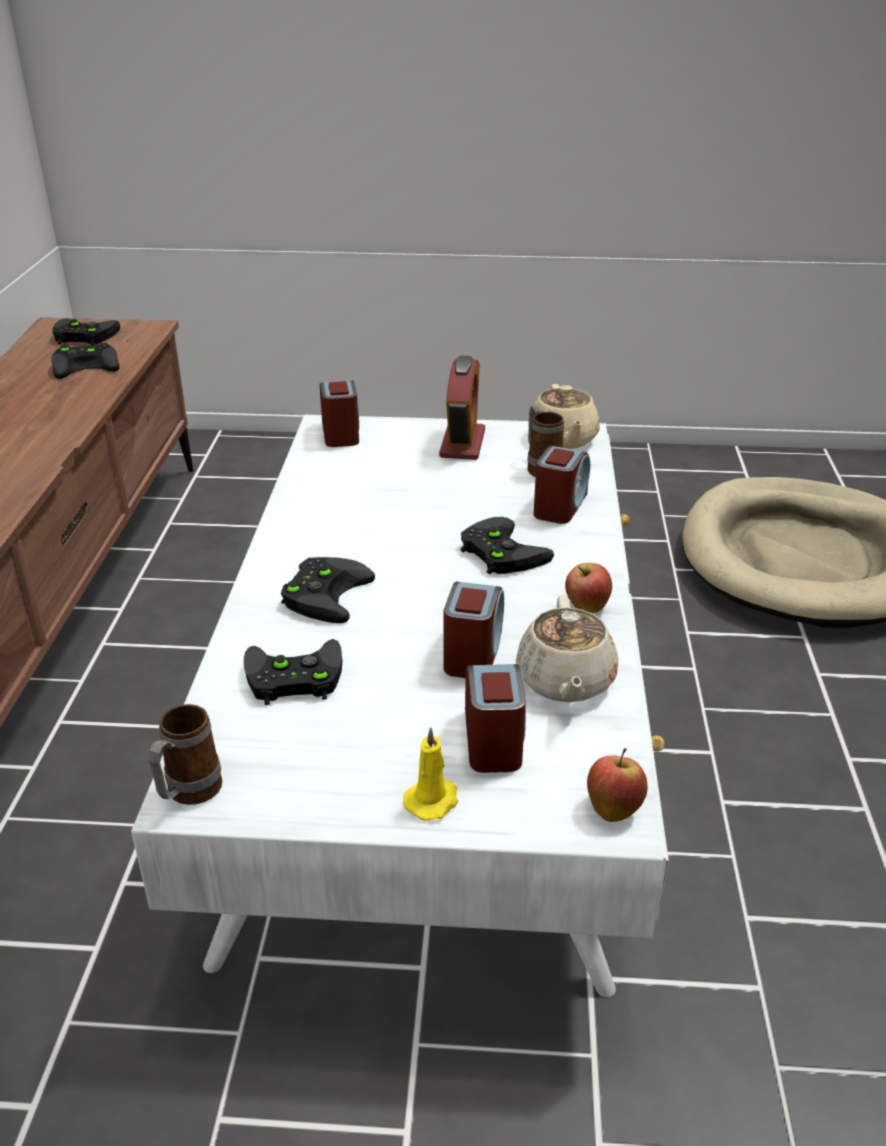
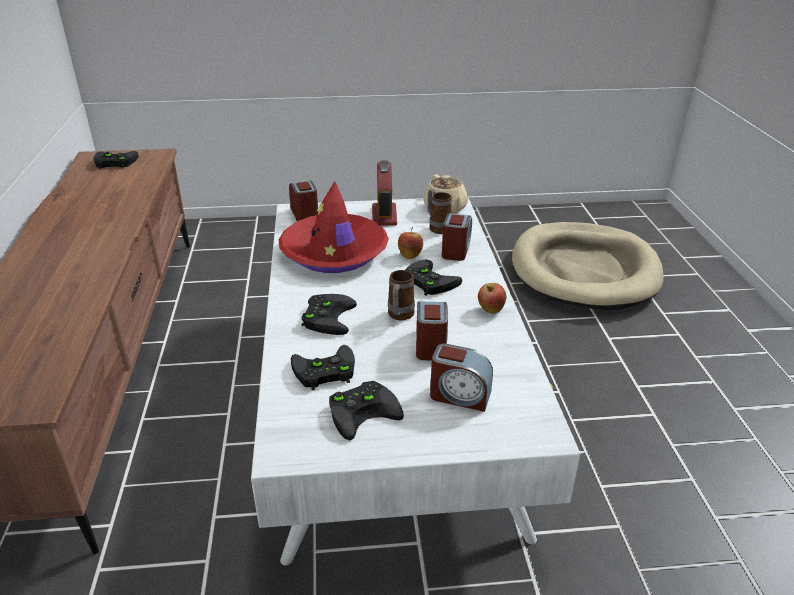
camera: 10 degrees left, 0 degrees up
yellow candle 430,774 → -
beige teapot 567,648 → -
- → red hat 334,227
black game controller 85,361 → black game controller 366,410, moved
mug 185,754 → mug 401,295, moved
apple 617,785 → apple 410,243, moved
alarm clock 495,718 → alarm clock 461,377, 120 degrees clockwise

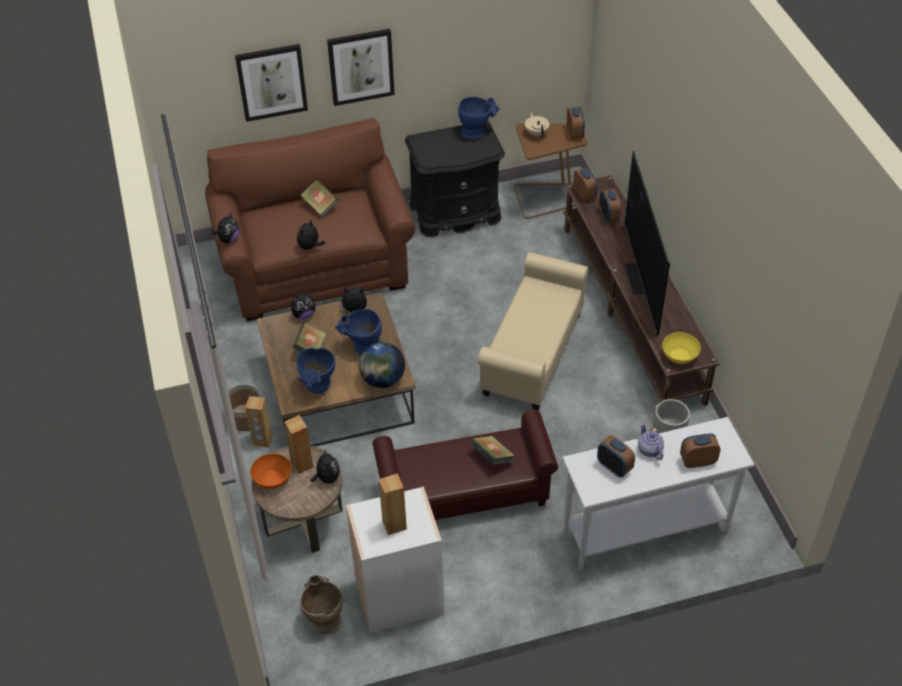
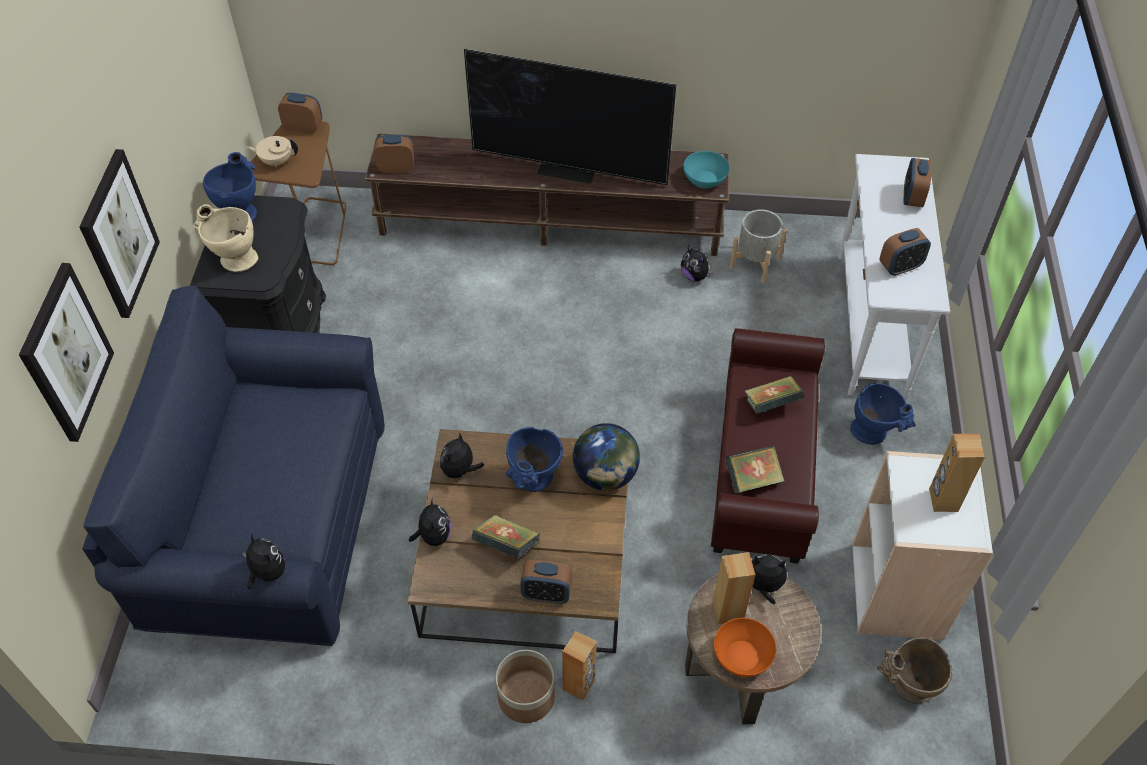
camera: 70 degrees left, 5 degrees up
beige ottoman 533,331 → -
teapot 651,441 → -
- → beige vase 226,238
blue vase 315,370 → blue vase 883,414, moved
plush toy 311,234 → plush toy 697,263, moved
book 319,198 → book 754,470, moved
alarm clock 610,206 → alarm clock 546,582, moved
brown sofa 310,219 → blue sofa 233,466
yellow bowl 681,348 → turquoise bowl 706,170

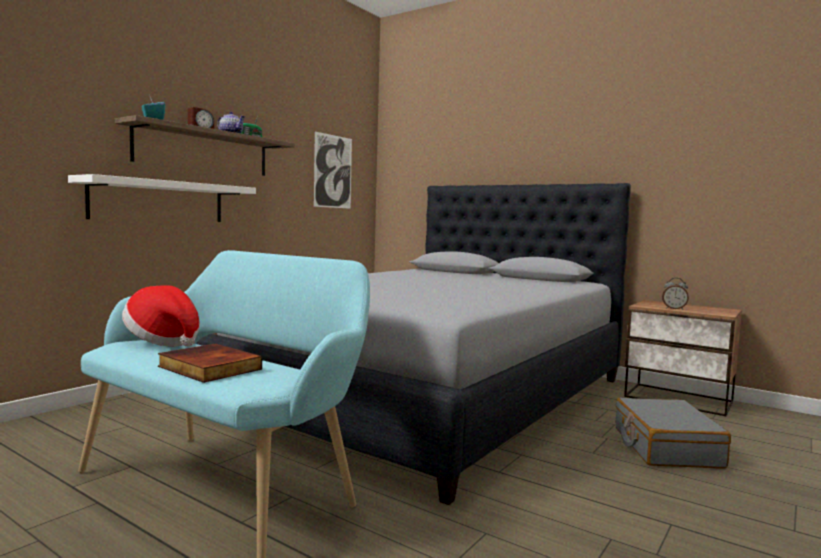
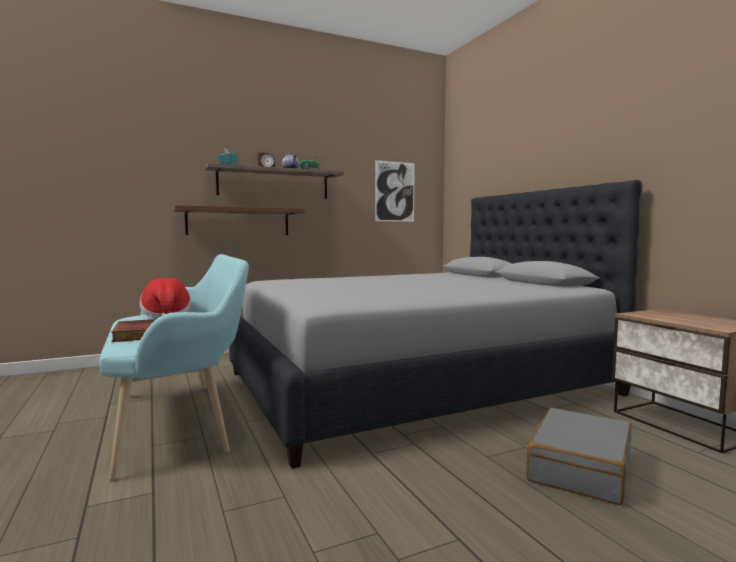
camera: 30 degrees right, 0 degrees up
alarm clock 675,294 → -
white shelf 162,198 → brown shelf 239,220

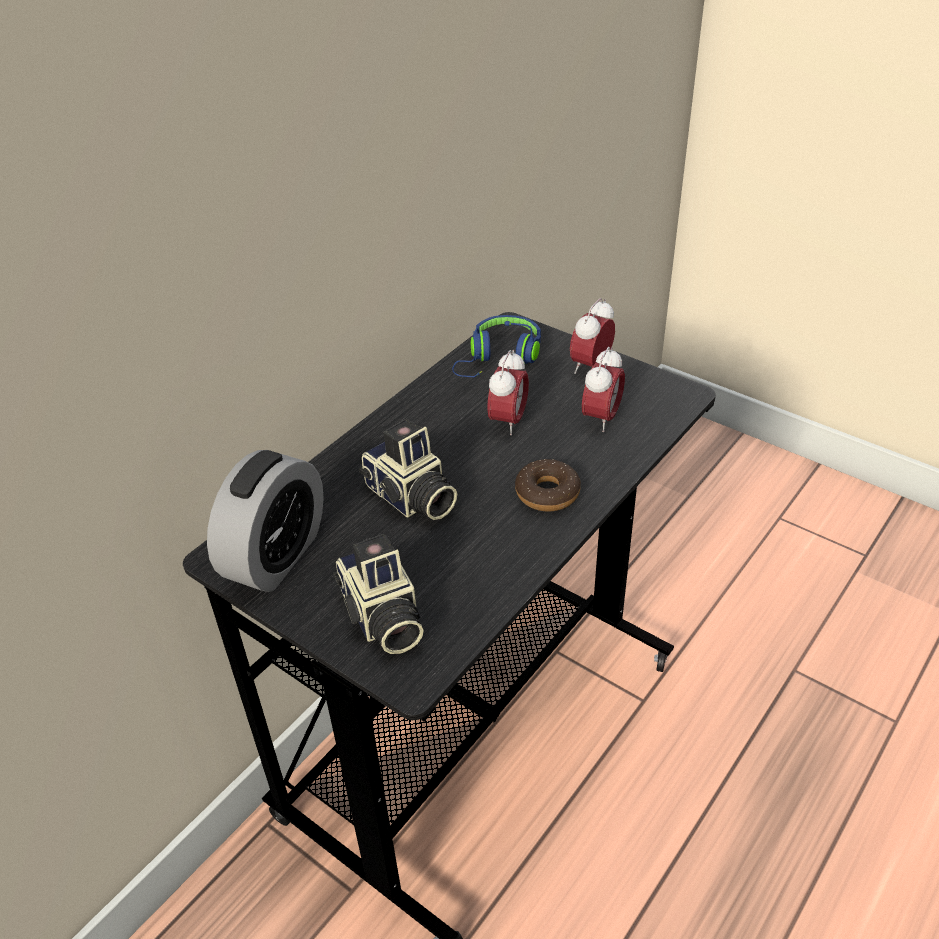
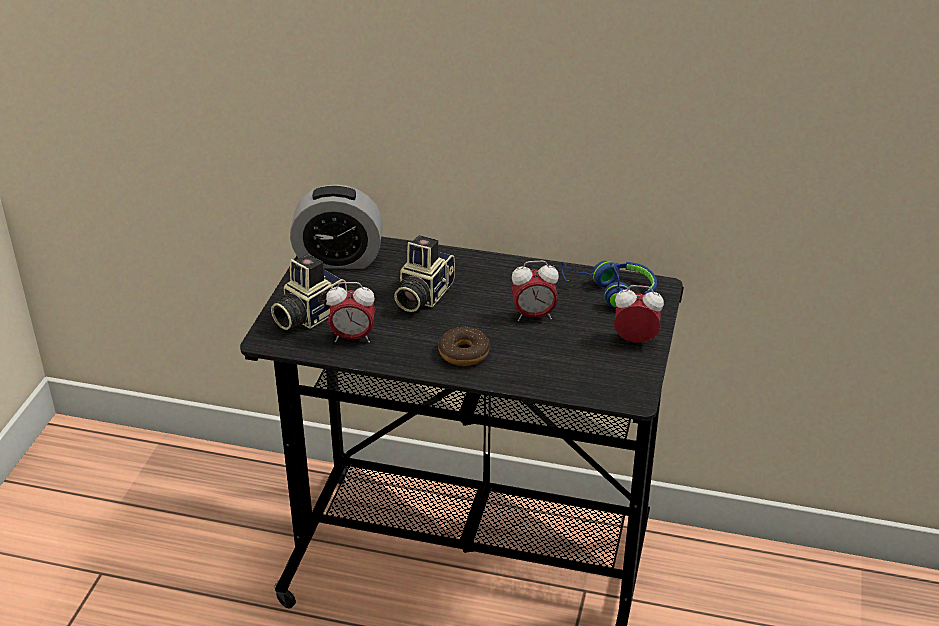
camera: 65 degrees right, 5 degrees down
alarm clock 603,390 → alarm clock 350,312, moved

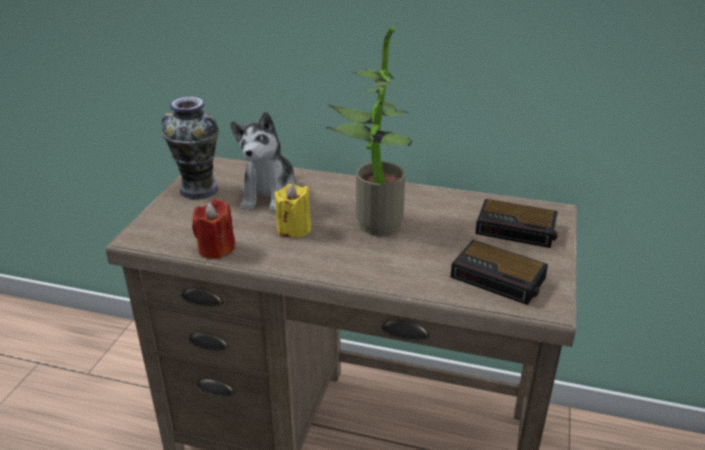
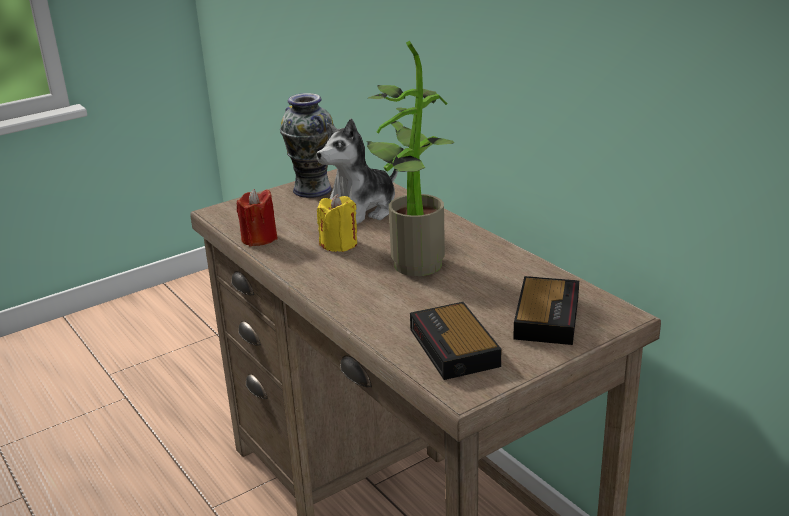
camera: 40 degrees right, 5 degrees down
alarm clock 516,223 → alarm clock 546,310, 135 degrees counterclockwise

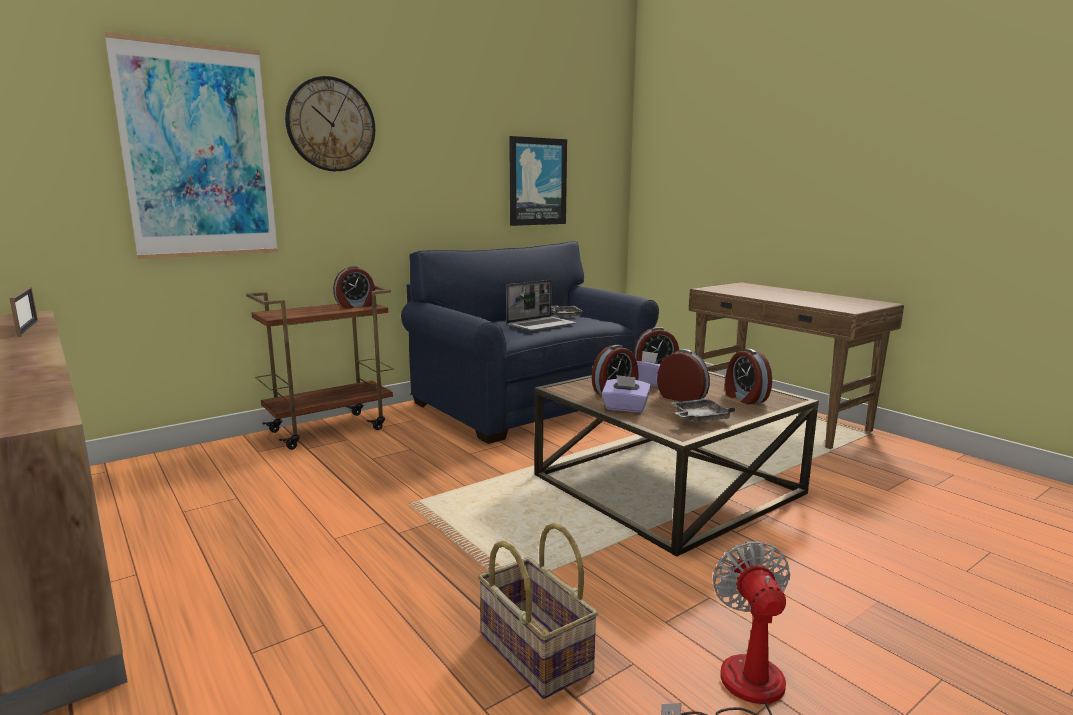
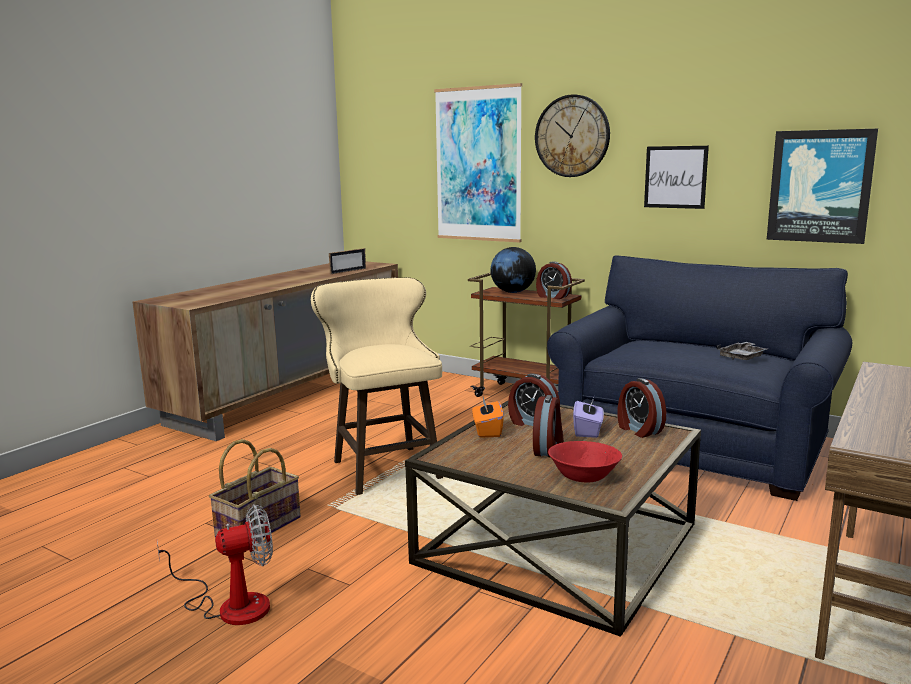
camera: 70 degrees right, 0 degrees up
laptop 541,306 → -
grey tray 703,410 → -
- → beige stool 377,386
- → globe 513,270
- → picture 676,177
alarm clock 748,376 → red bowl 585,461
purple tissue box 626,394 → orange tissue box 488,417

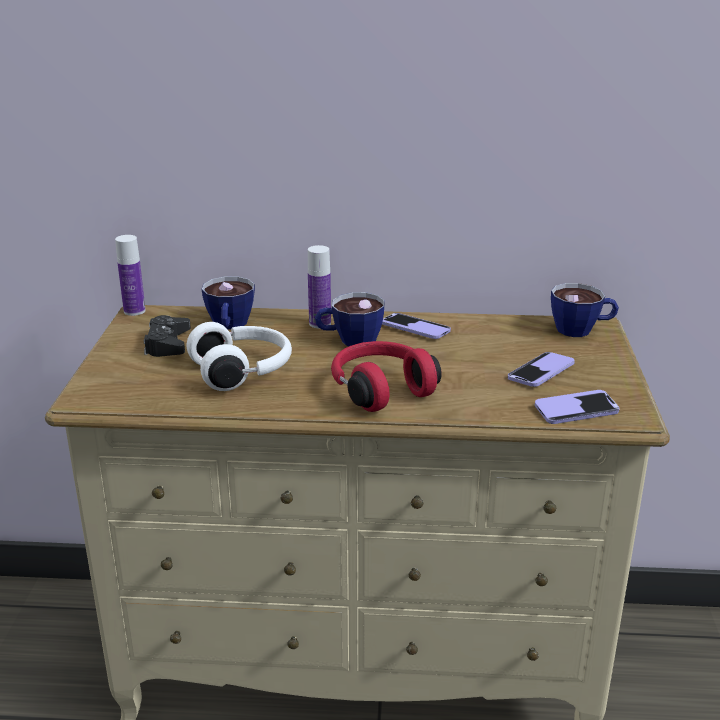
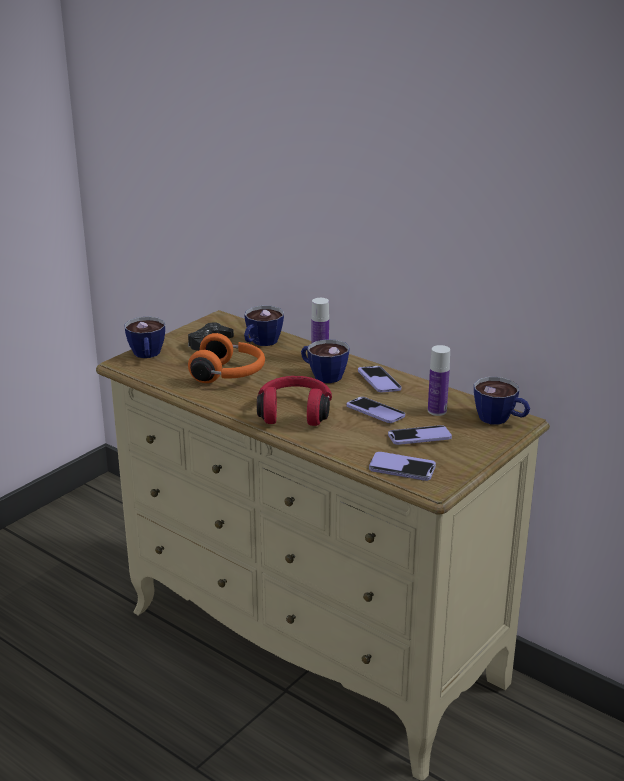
camera: 35 degrees right, 0 degrees up
- → cup 144,337
- → phone 375,410
bottle 130,275 → bottle 439,380, moved
white headphones 239,356 → orange headphones 226,358

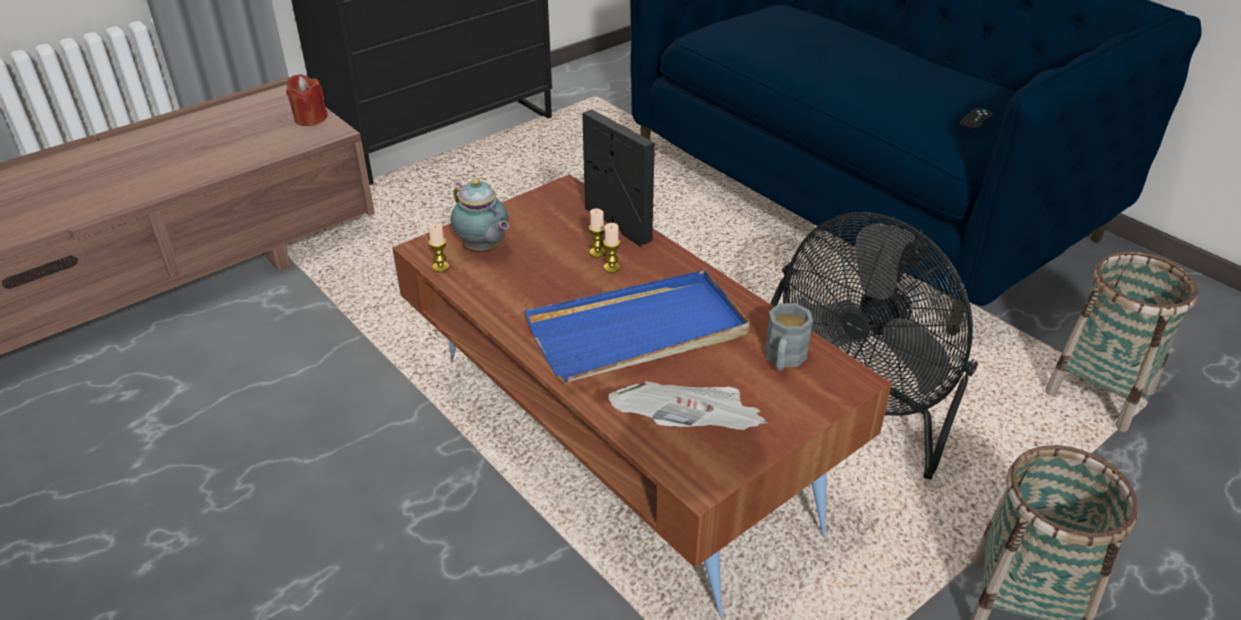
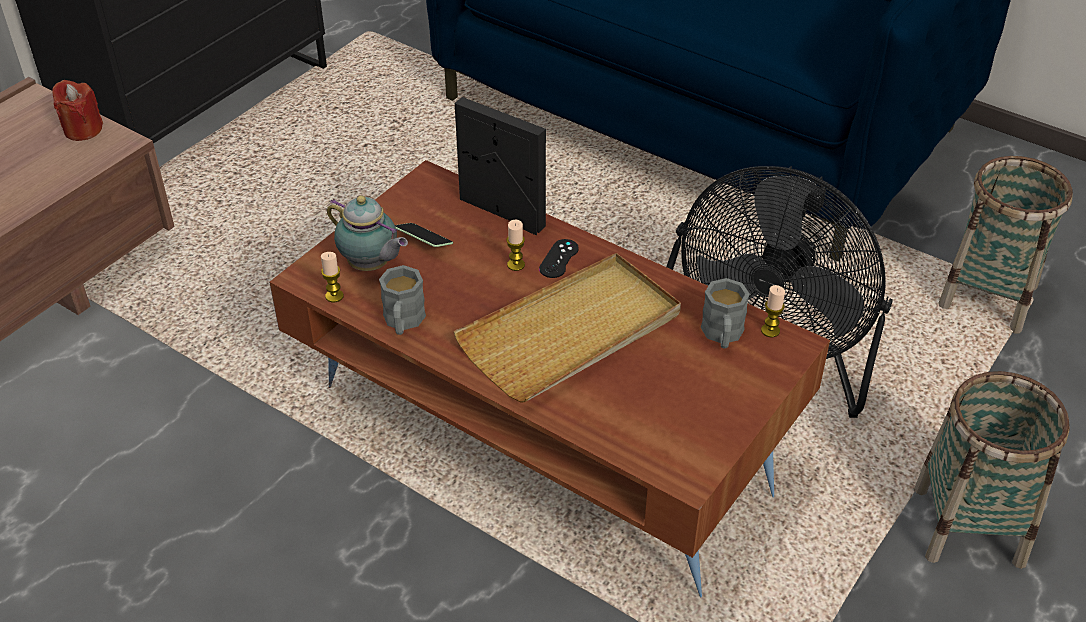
camera: 15 degrees left, 5 degrees up
newspaper 688,405 → -
- → grey mug 402,300
- → phone 424,235
candle 597,233 → candle 773,311, moved
black game controller 976,118 → black game controller 559,258, moved
blue tray 637,326 → beige tray 567,327

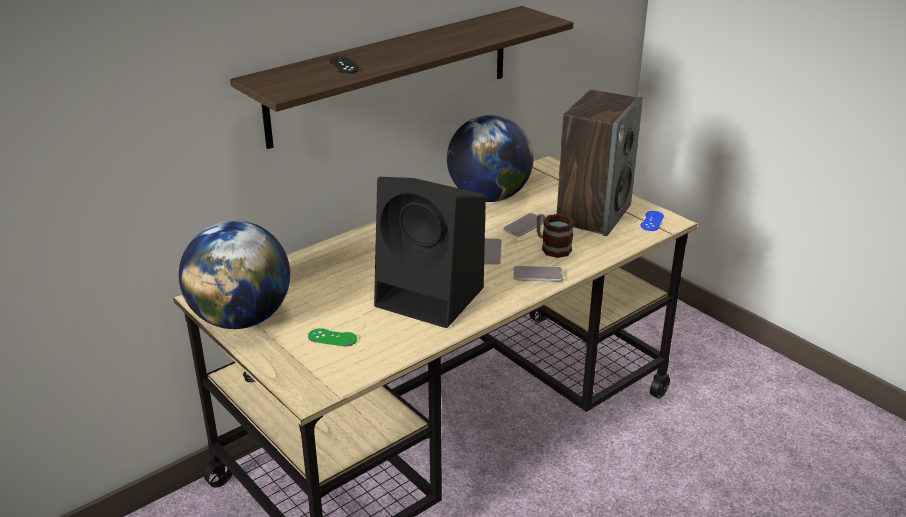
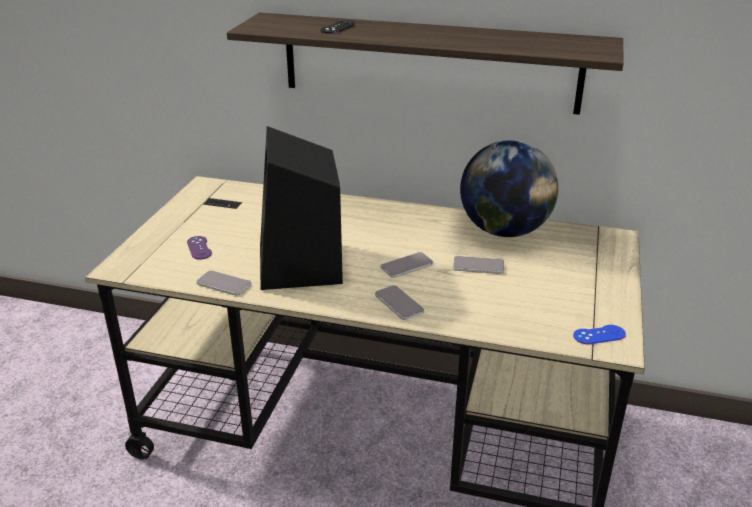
camera: 55 degrees right, 0 degrees up
globe 234,274 → -
mug 555,236 → -
speaker 600,162 → -
- → phone 224,283
green game controller 332,337 → purple game controller 199,247

